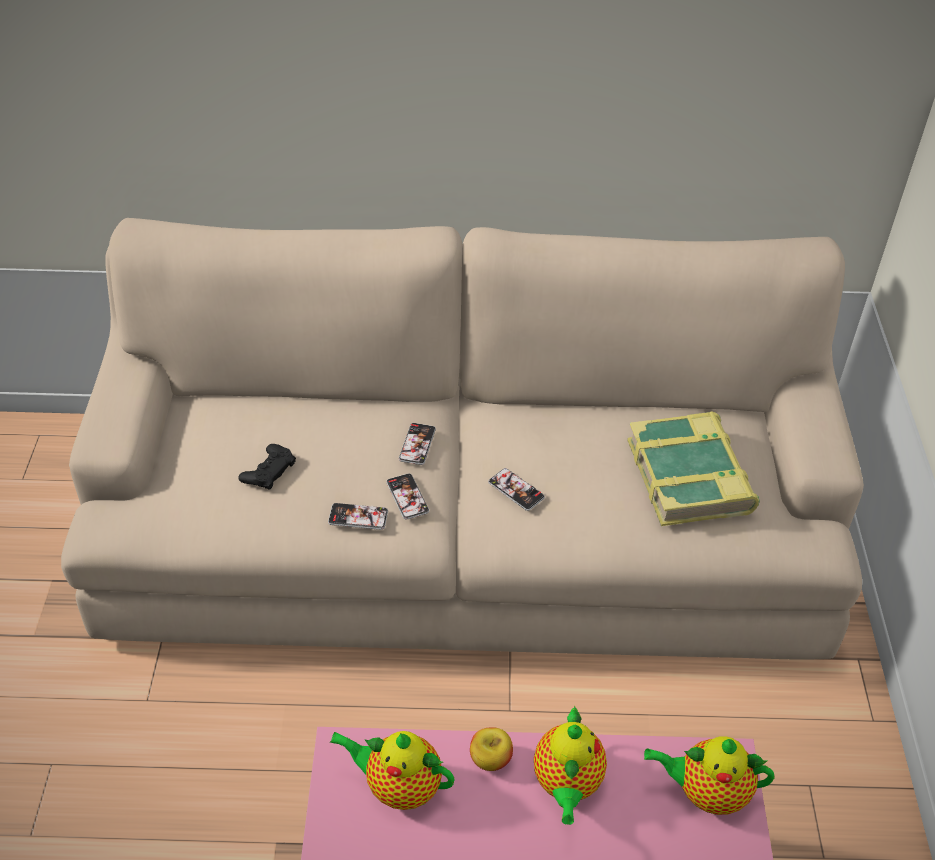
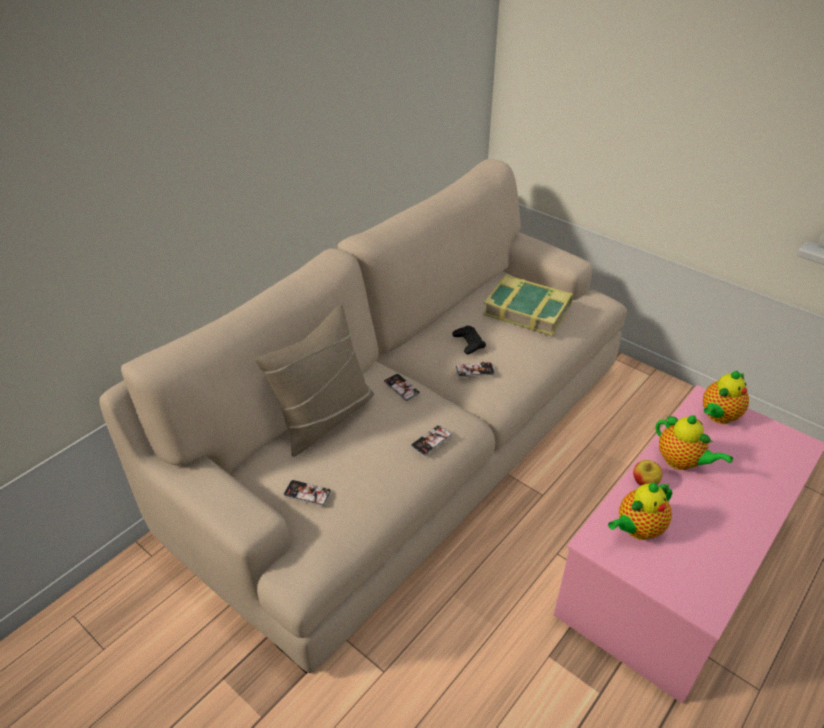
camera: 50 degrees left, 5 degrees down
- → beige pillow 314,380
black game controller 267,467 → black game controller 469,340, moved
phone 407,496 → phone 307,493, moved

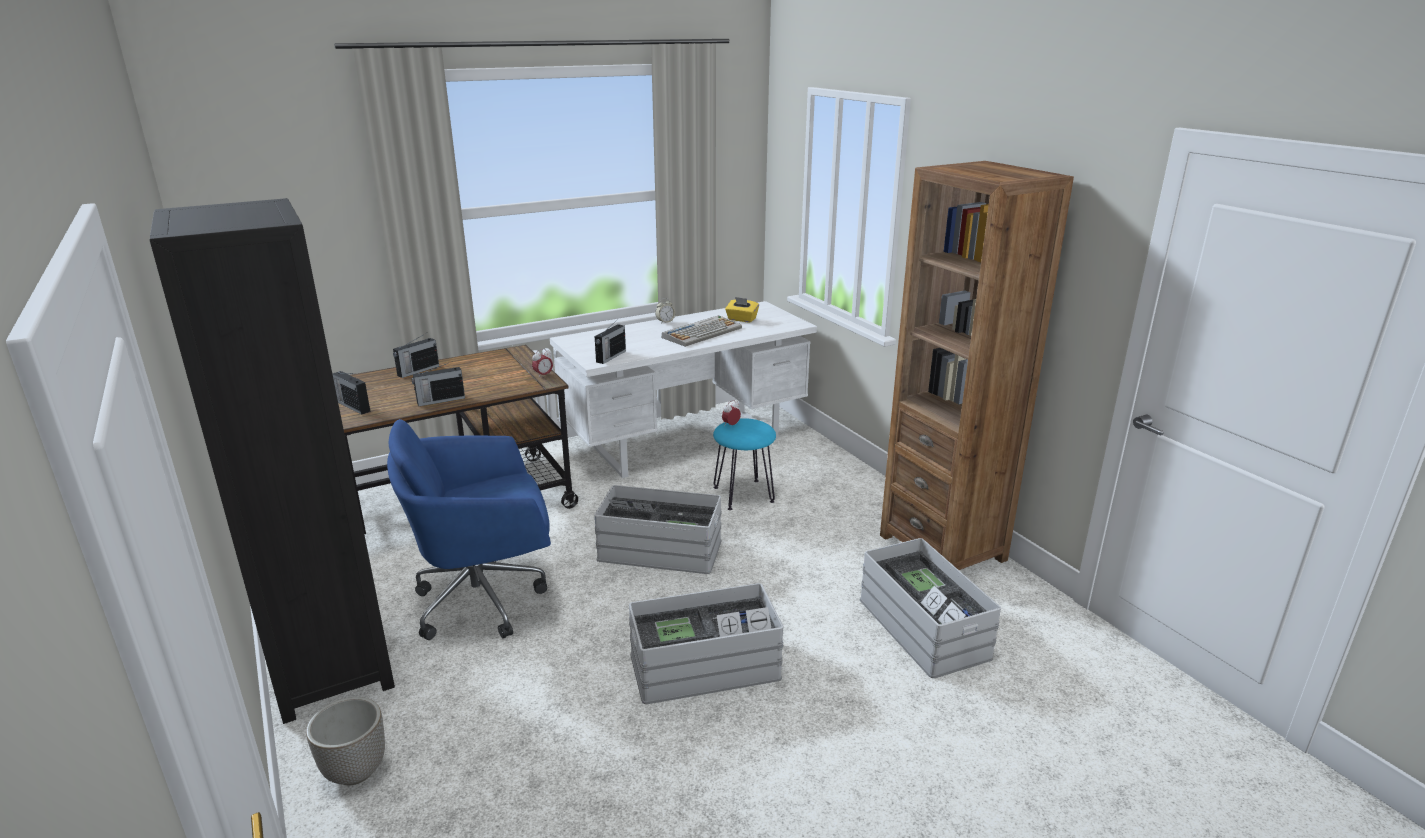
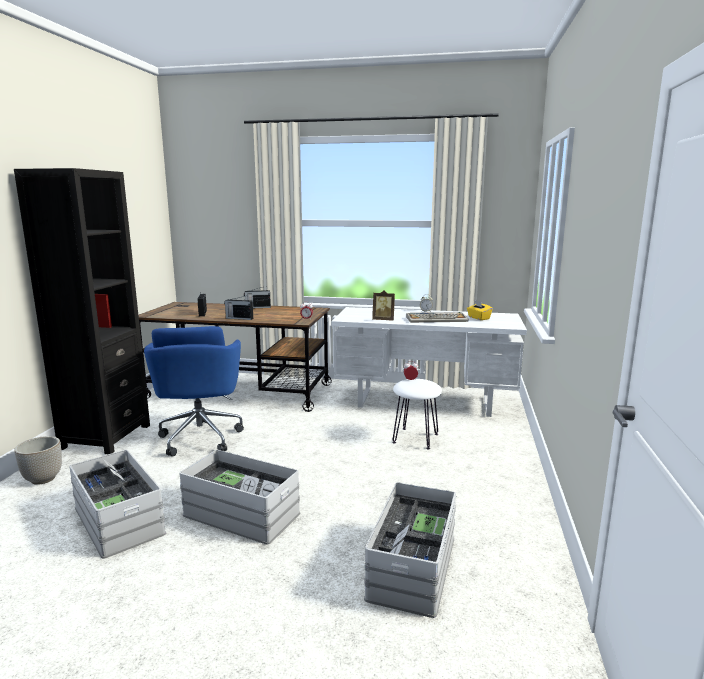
camera: 40 degrees right, 10 degrees down
radio 610,341 → -
brown bookcase 977,365 → -
- → picture frame 383,305
grey storage box 658,529 → grey storage box 117,504, moved
turquoise stool 744,464 → white stool 417,414
blue office chair 469,529 → blue office chair 194,391, 120 degrees counterclockwise

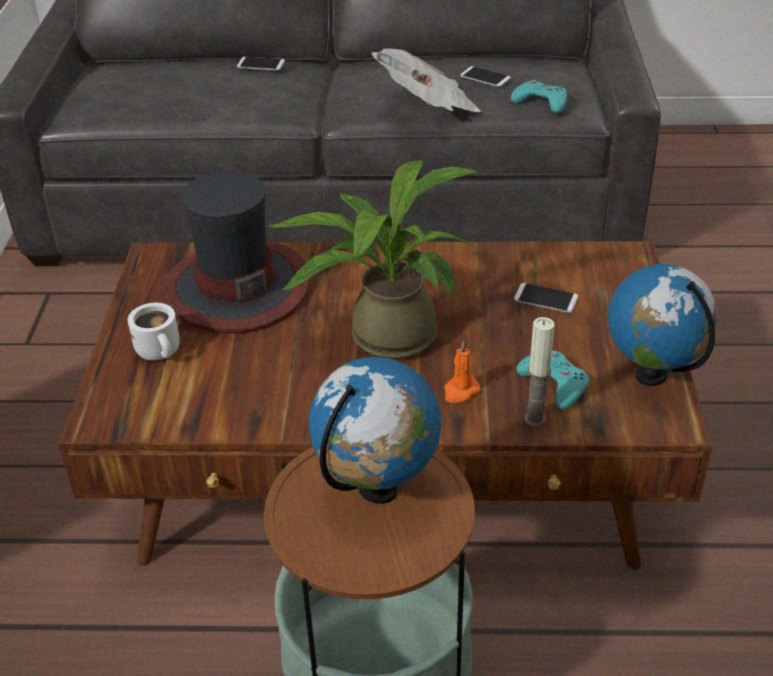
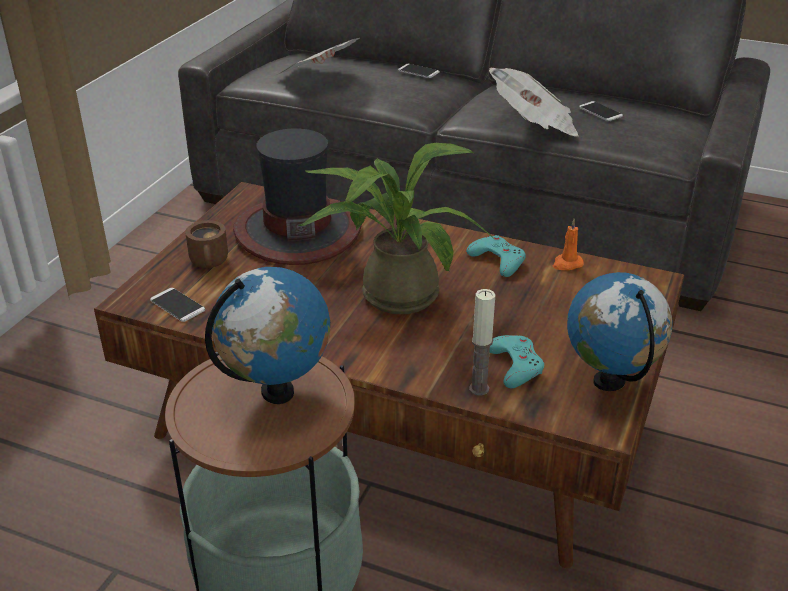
camera: 20 degrees right, 5 degrees down
- → newspaper 318,56
orange candle 462,372 → orange candle 568,244, moved
turquoise game controller 539,96 → turquoise game controller 496,256, moved
phone 546,298 → phone 177,305, moved
white mug 154,332 → brown mug 206,244

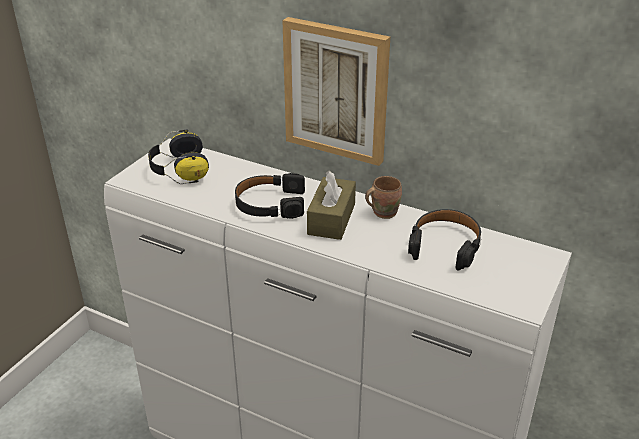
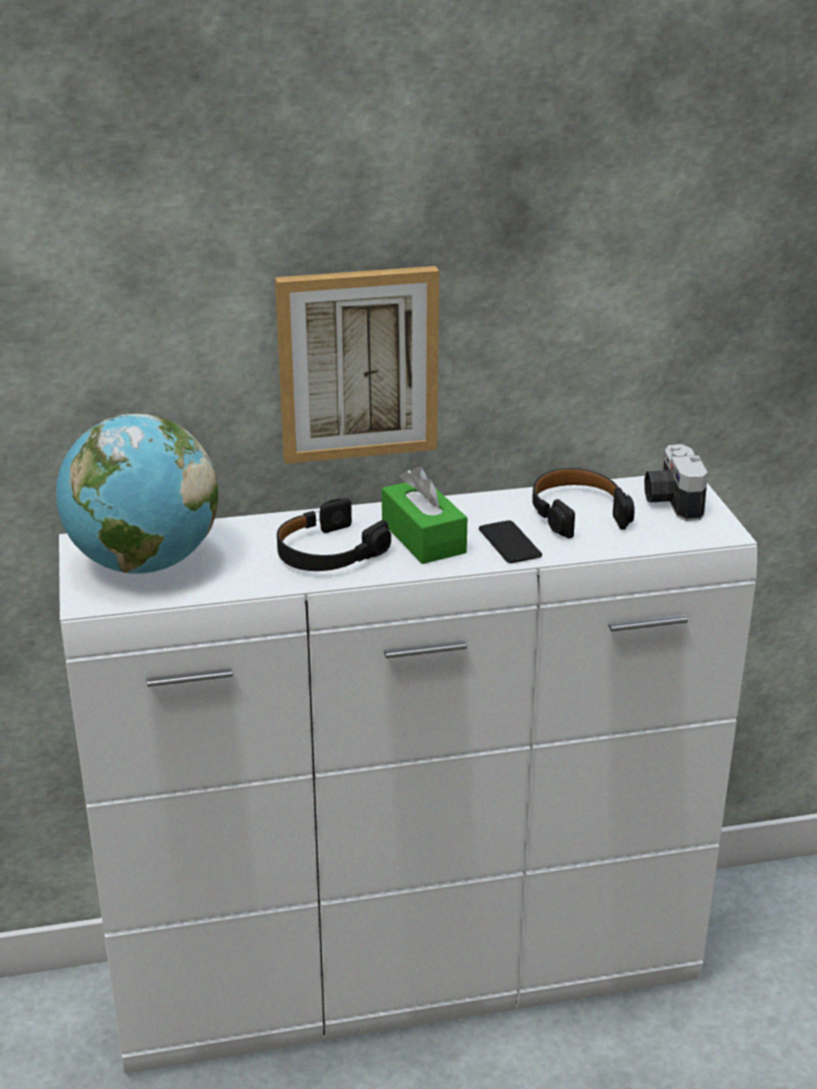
camera: 40 degrees left, 5 degrees down
brown mug 383,197 → -
- → phone 510,541
- → photo camera 676,482
headphones 178,156 → globe 137,493
brown tissue box 331,205 → green tissue box 424,515

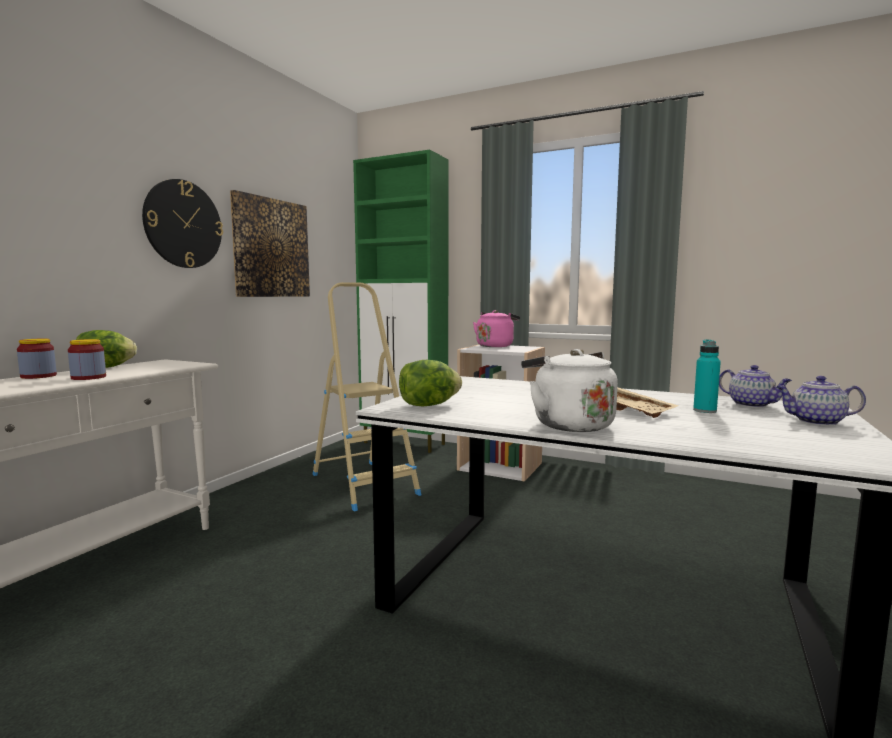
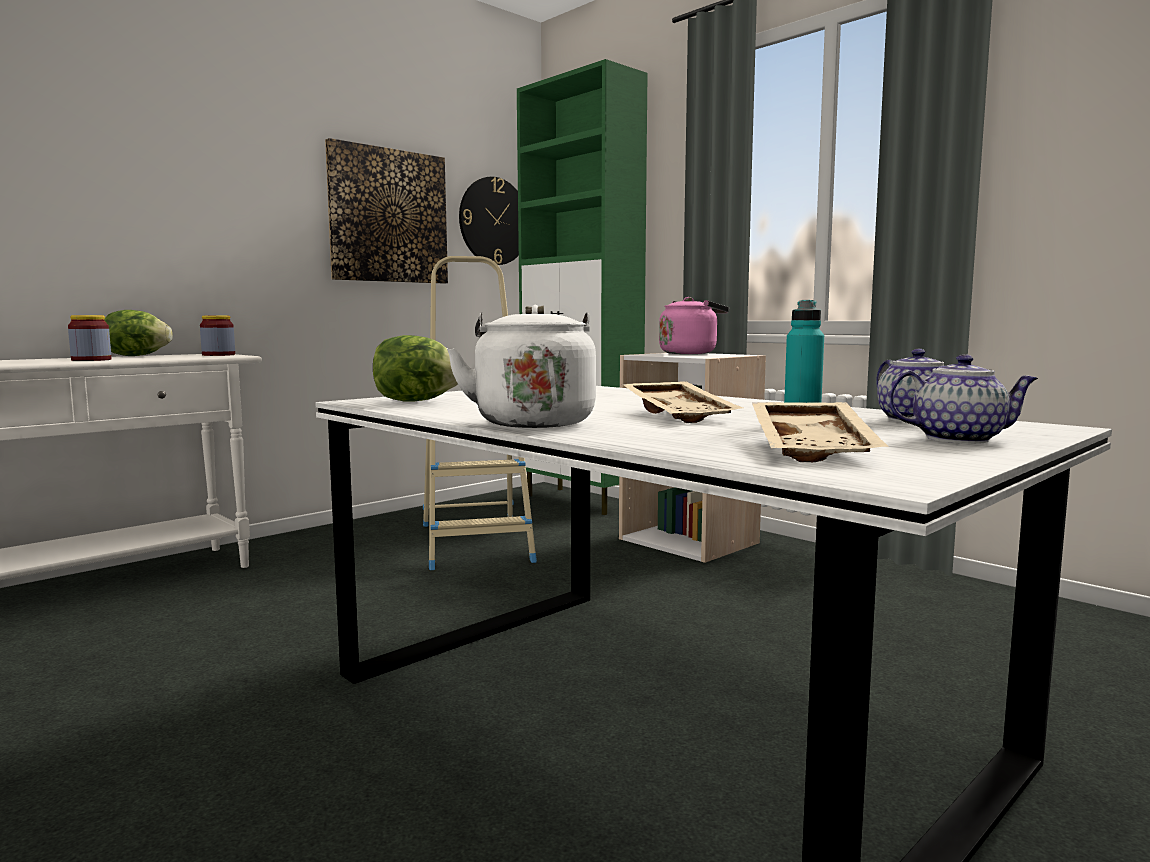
camera: 20 degrees right, 0 degrees up
- → beige tray 820,432
jar 37,359 → jar 217,336, moved
wall clock 182,223 → wall clock 489,221, moved
teapot 821,401 → teapot 962,399, 150 degrees clockwise

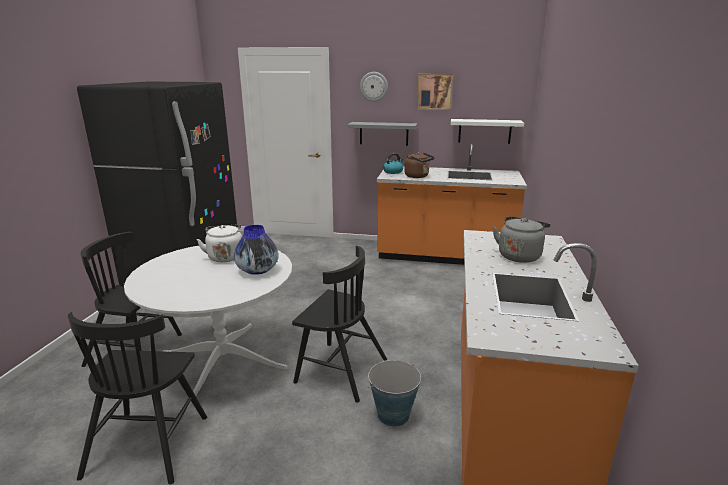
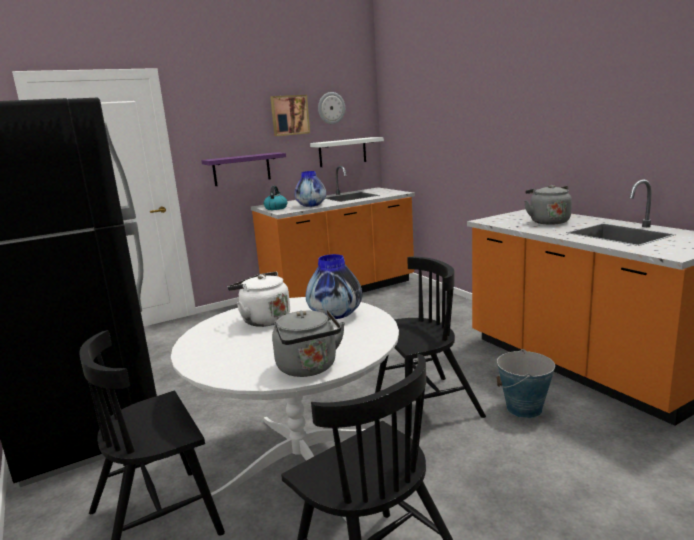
camera: 40 degrees left, 5 degrees down
- → grey kettle 308,343
wall clock 374,87 → wall clock 331,108, moved
brown kettle 419,165 → vase 310,189
grey shelf 382,134 → purple shelf 243,169

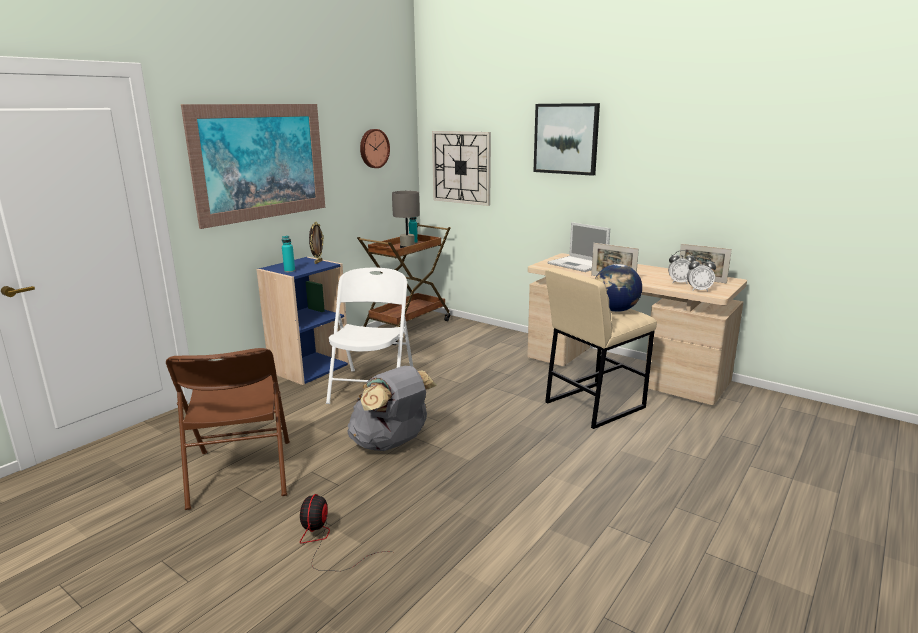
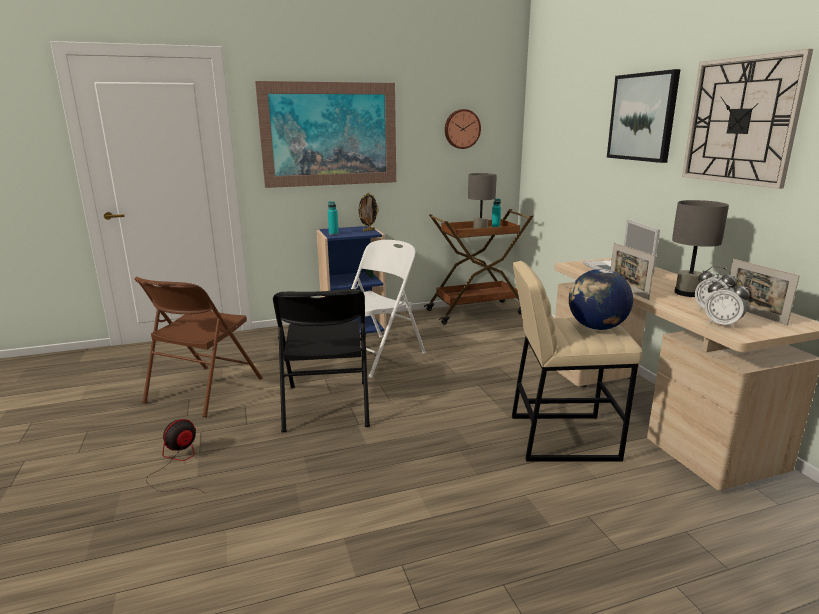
camera: 35 degrees right, 0 degrees up
- → grey table lamp 700,248
wall clock 461,168 → wall clock 747,119, moved
grey backpack 392,408 → black chair 321,360

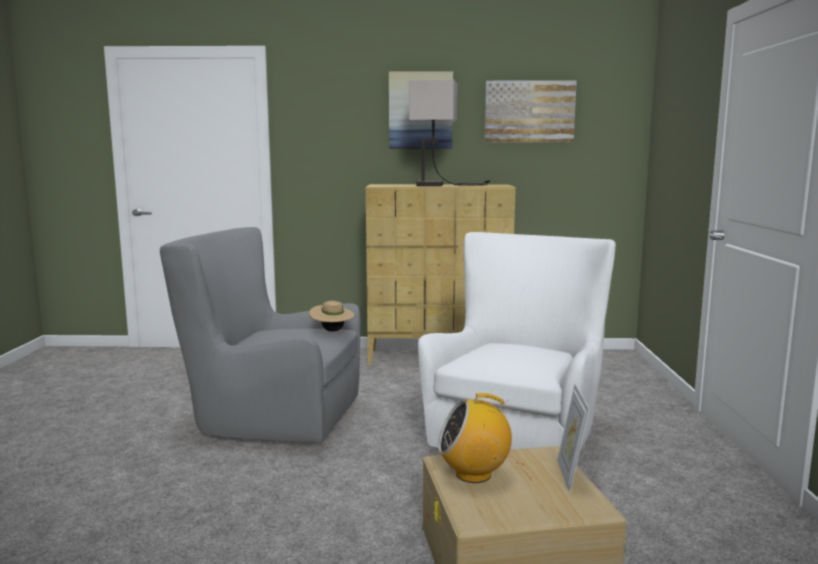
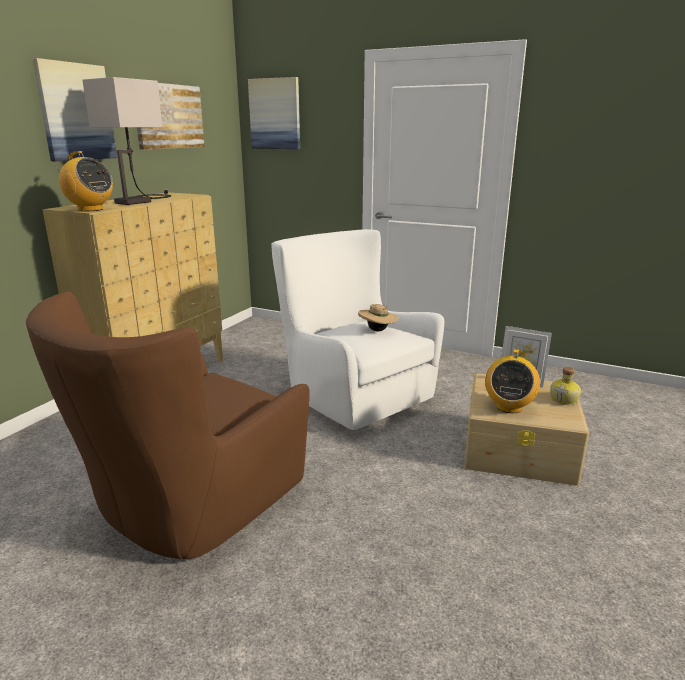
camera: 65 degrees left, 10 degrees up
- → radio 83,181
- → picture 274,113
- → bottle 565,386
beige hat 332,316 → beige hat 378,317, moved
grey armchair 260,334 → brown armchair 167,425

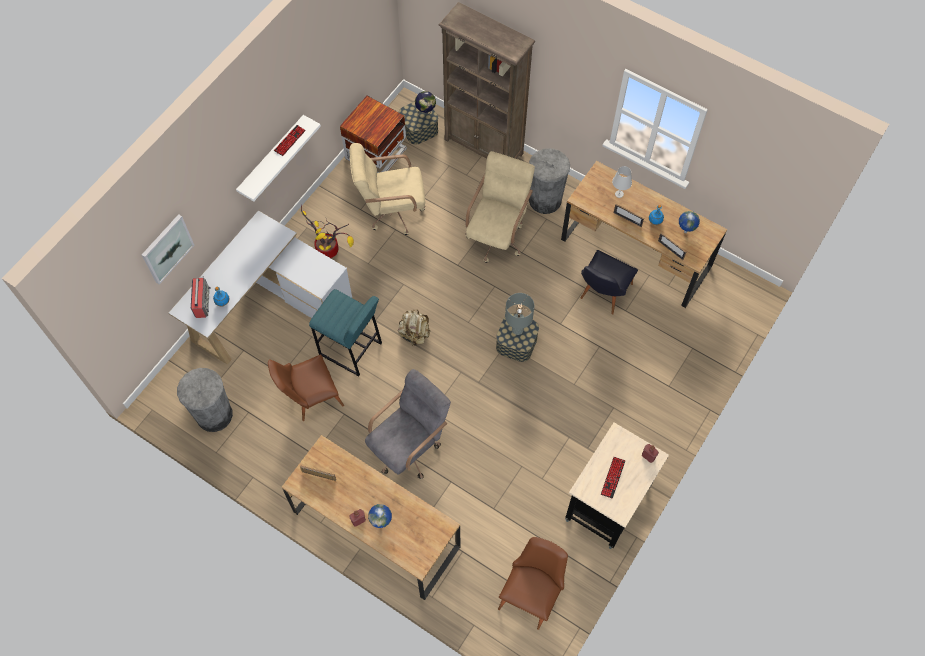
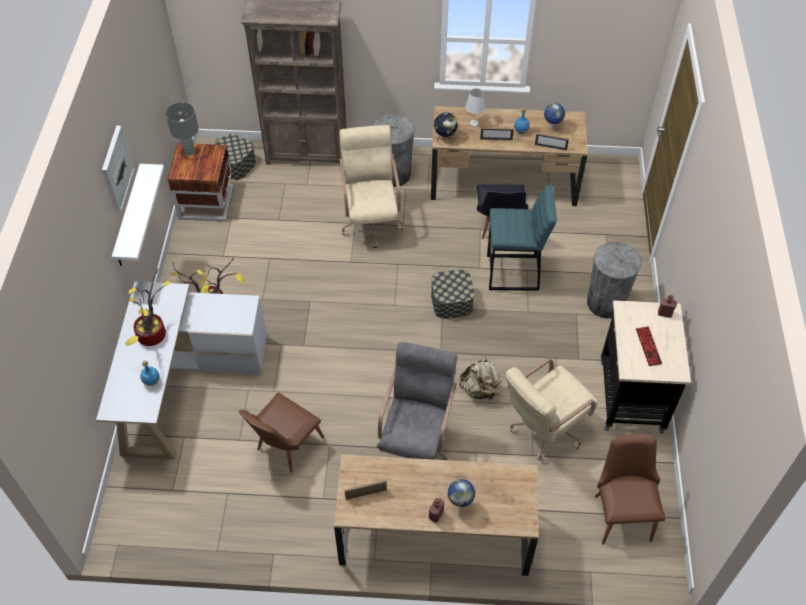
camera: 30 degrees left, 10 degrees down
radio 201,297 → -
keyboard 290,140 → -
- → potted plant 148,307
picture 168,249 → picture 118,169, moved
grey trash can 205,400 → grey trash can 614,280, moved
turquoise stool 345,332 → turquoise stool 522,238, moved
beige office chair 388,189 → beige office chair 551,409, moved
beige backpack 414,327 → beige backpack 480,379, moved
globe 425,103 → globe 446,128, moved
grey table lamp 519,314 → grey table lamp 182,129, moved

